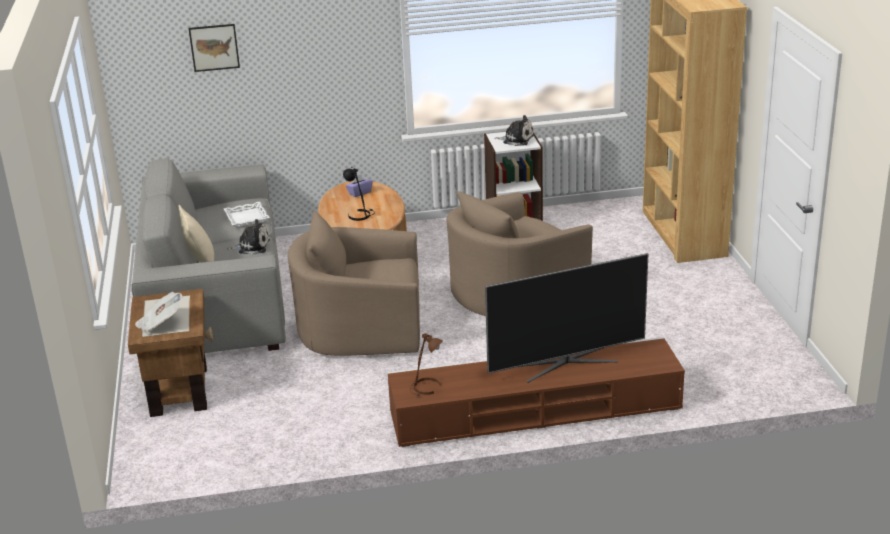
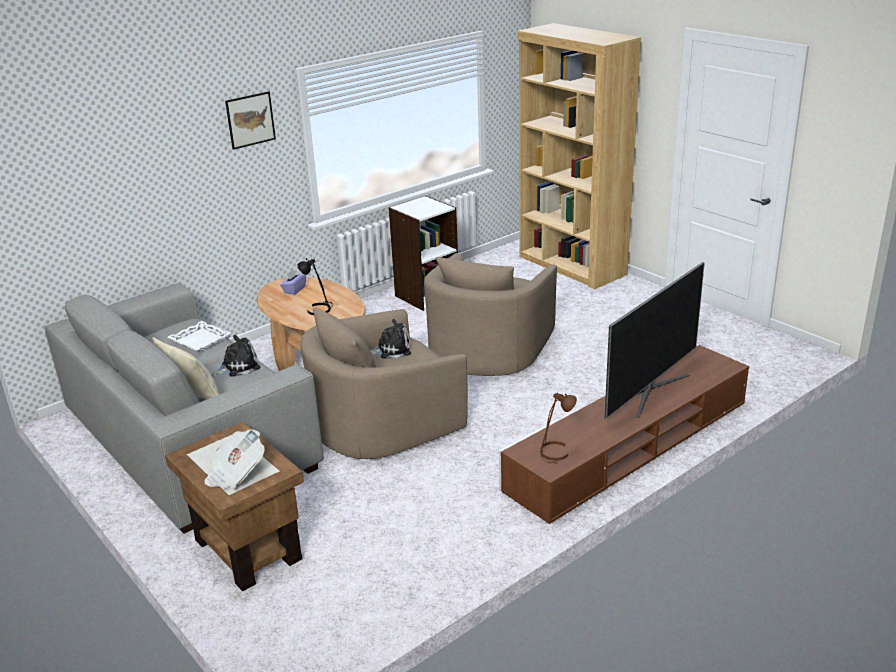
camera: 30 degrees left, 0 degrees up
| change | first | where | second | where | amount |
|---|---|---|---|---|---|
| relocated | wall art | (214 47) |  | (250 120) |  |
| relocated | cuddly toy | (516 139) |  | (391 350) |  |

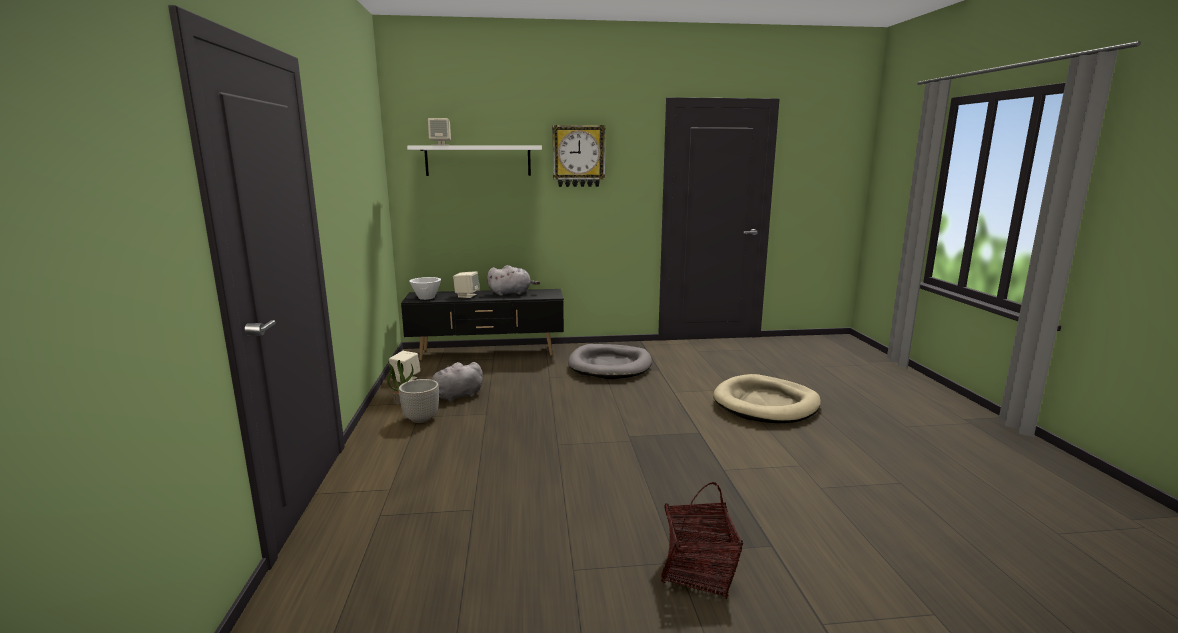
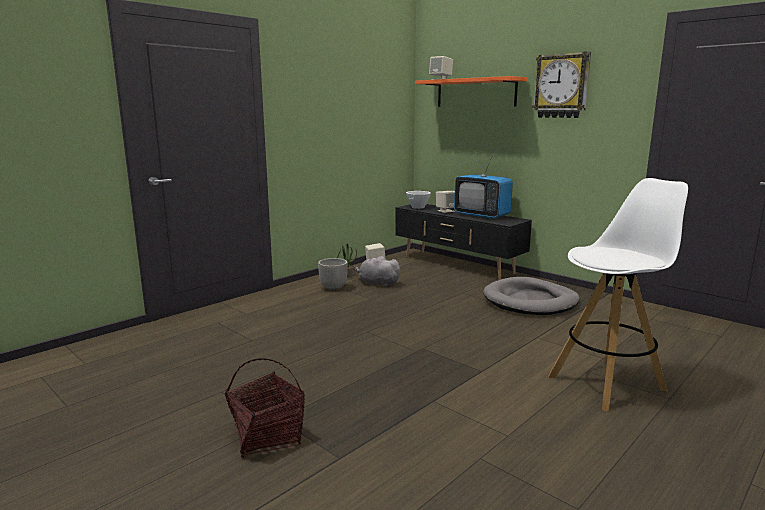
camera: 50 degrees right, 0 degrees up
| change | first | where | second | where | amount |
|---|---|---|---|---|---|
| colour | white-coloured wall shelf | (478 161) | orangey wall shelf | (475 93) |  |
| exchanged | greyish cuddly toy | (511 293) | television | (481 215) |  |
| exchanged | beige-coloured dog bed | (766 404) | white-coloured stool seat | (607 382) |  |

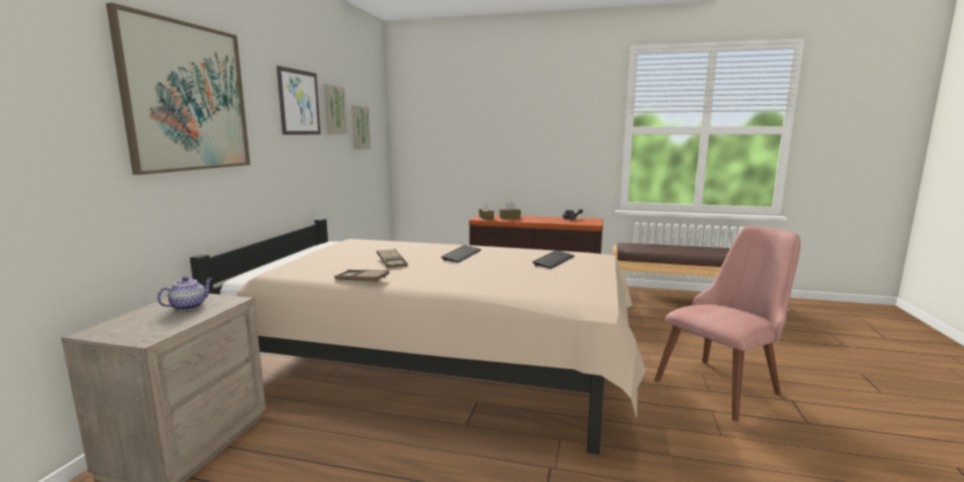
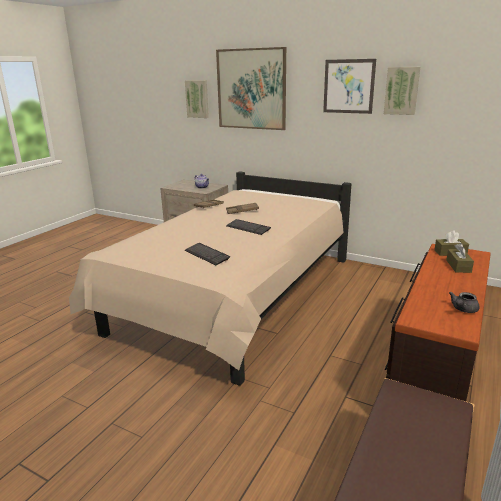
camera: 105 degrees right, 10 degrees up
| change | first | where | second | where | amount |
|---|---|---|---|---|---|
| relocated | wall art | (359 128) |  | (197 99) |  |
| missing | pink chair | (725 383) |  |  |  |

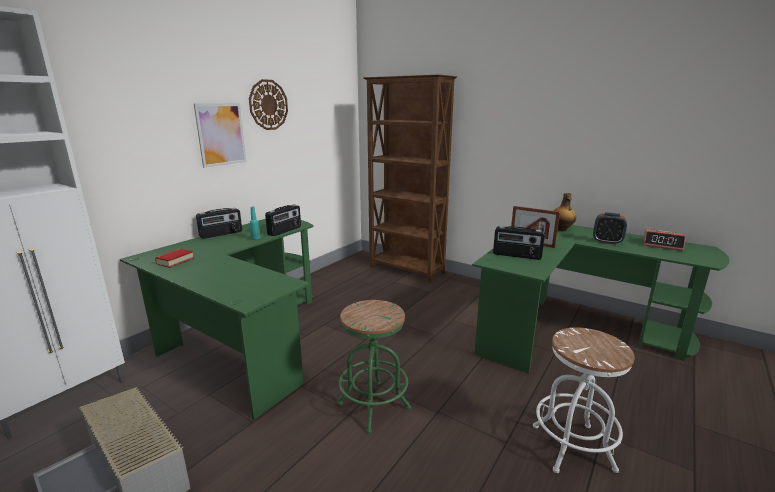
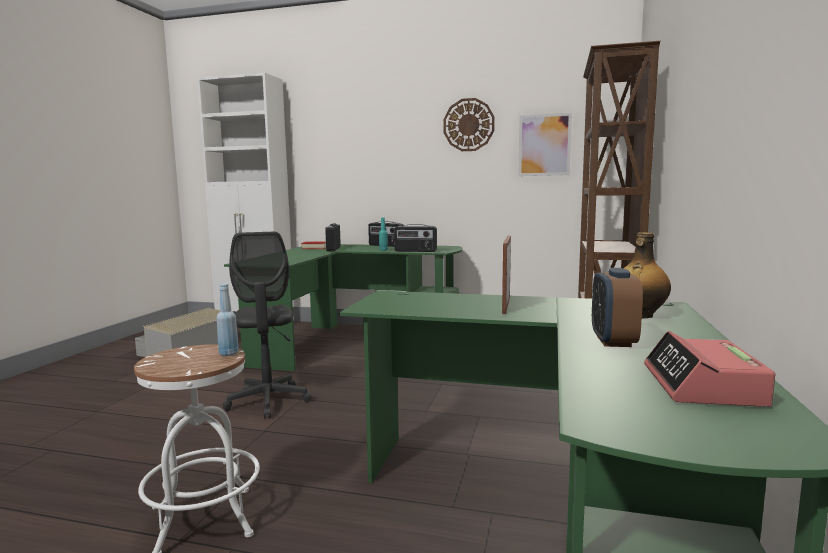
camera: 70 degrees right, 10 degrees down
| change | first | where | second | where | amount |
|---|---|---|---|---|---|
| relocated | wall art | (221 134) |  | (544 145) |  |
| exchanged | green-coloured stool seat | (374 405) | greyish computer chair | (268 401) |  |
| relocated | radio | (517 255) |  | (333 249) |  |
| appeared |  |  | bluish drink bottle | (229 354) |  |

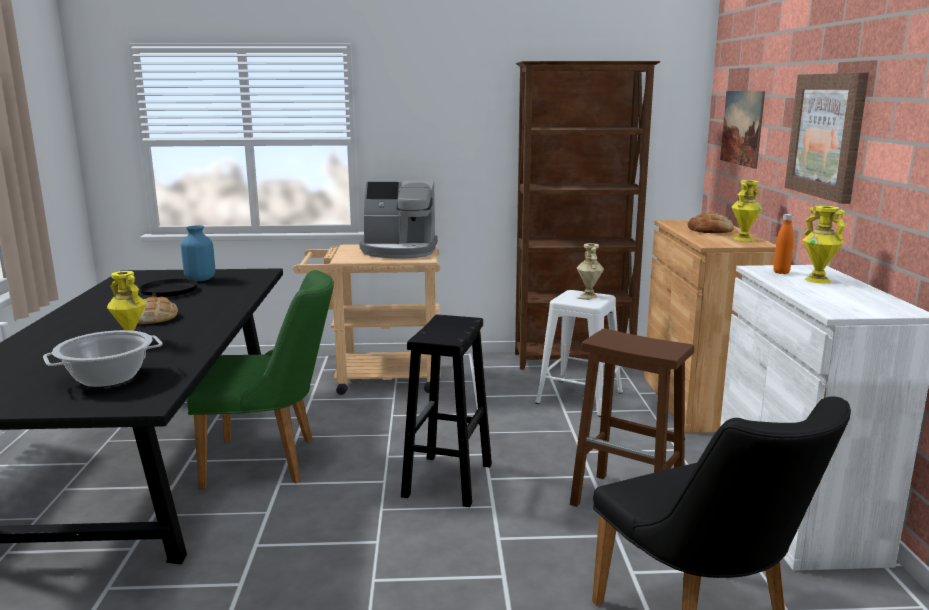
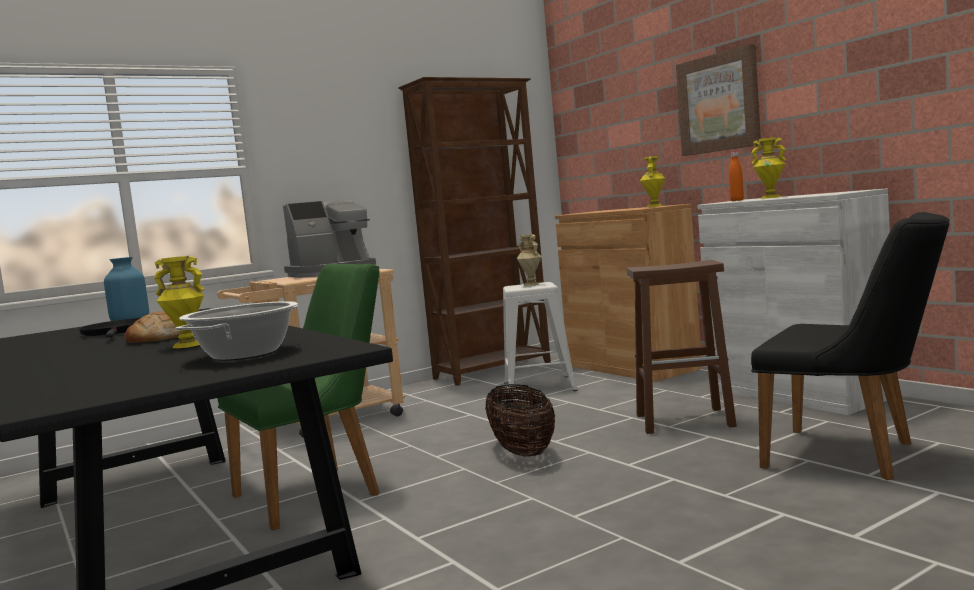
camera: 30 degrees left, 10 degrees down
| change | first | where | second | where | amount |
|---|---|---|---|---|---|
| exchanged | black stool seat | (448 481) | storage basket | (522 452) |  |
| missing | baked bread | (710 230) |  |  |  |
| missing | wall art | (742 127) |  |  |  |

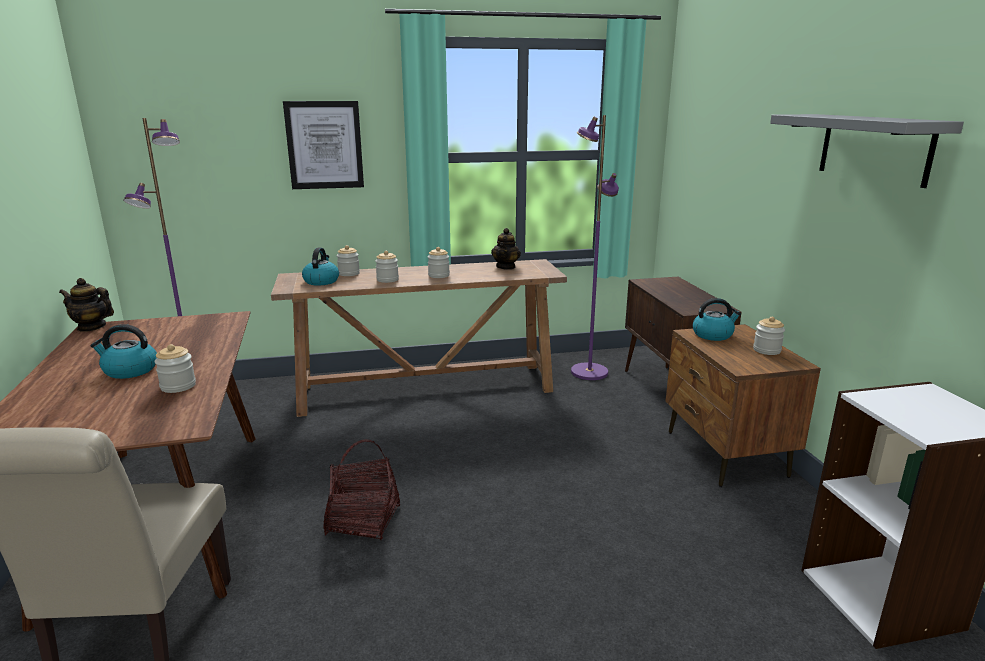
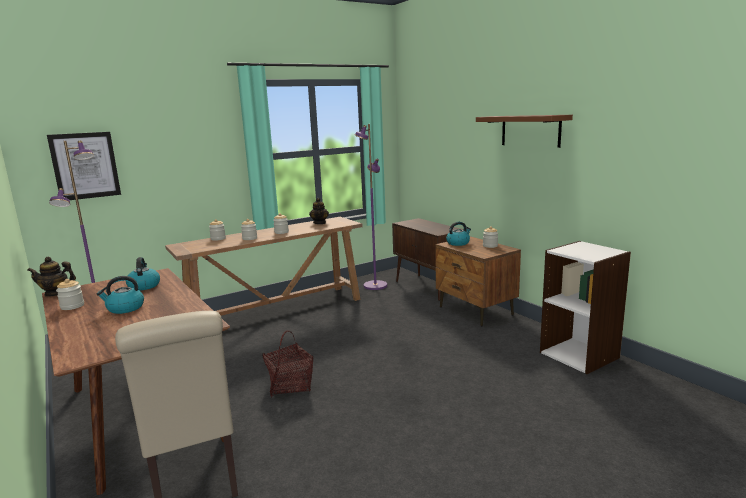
camera: 20 degrees left, 5 degrees down
| change | first | where | second | where | amount |
|---|---|---|---|---|---|
| relocated | preserve jar | (178 386) |  | (72 306) |  |
| relocated | wall art | (324 145) |  | (85 165) |  |
| relocated | water kettle | (321 281) |  | (144 286) |  |
| colour | greyish wall shelf | (874 148) | brown wall shelf | (530 130) |  |

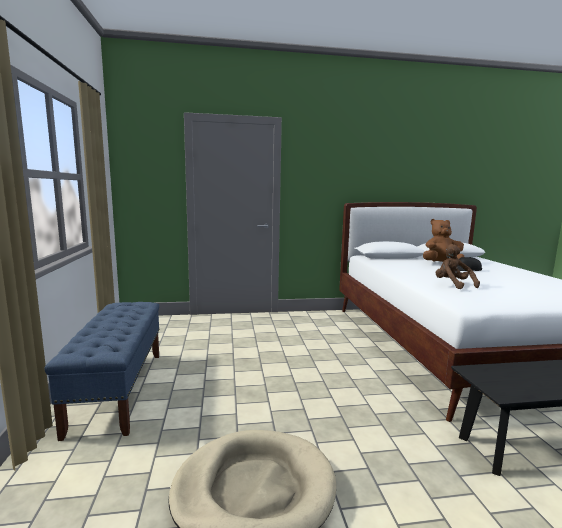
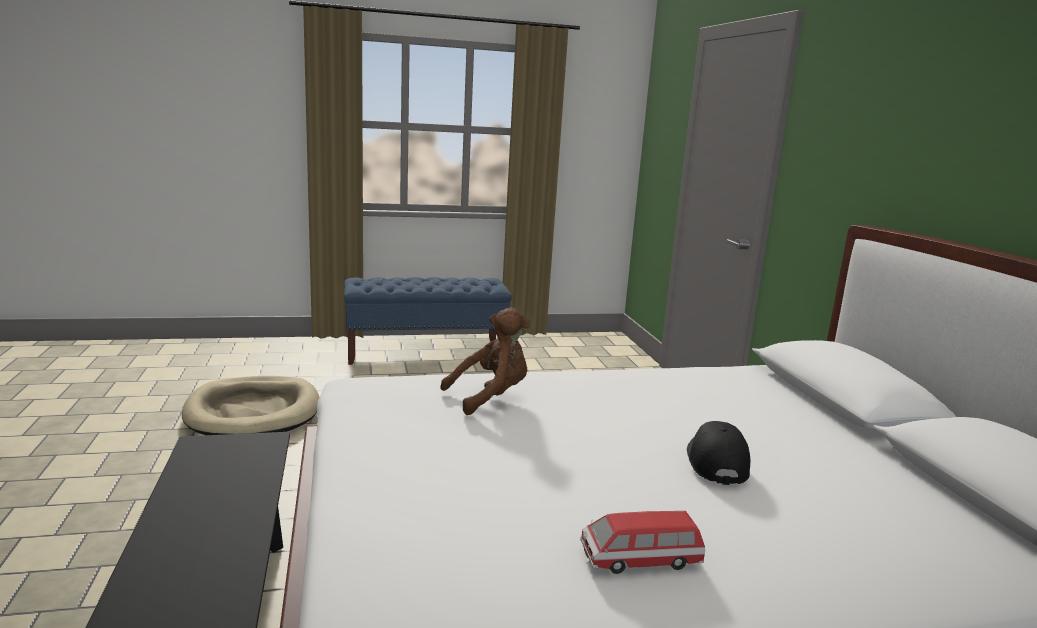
camera: 85 degrees right, 5 degrees up
| change | first | where | second | where | amount |
|---|---|---|---|---|---|
| missing | brown cuddly toy | (441 263) |  |  |  |
| appeared |  |  | miniature car | (640 559) |  |

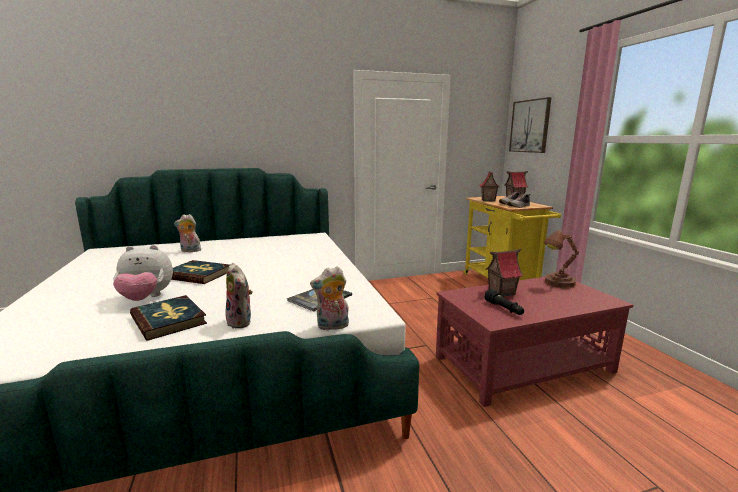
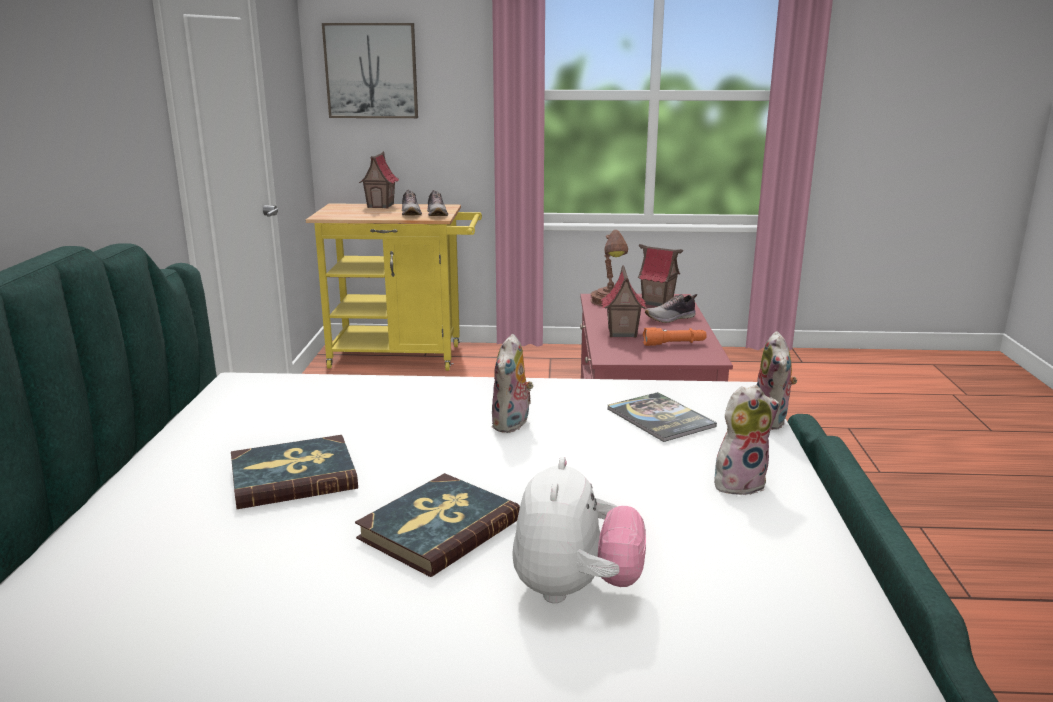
camera: 70 degrees left, 5 degrees up
| change | first | where | second | where | amount |
|---|---|---|---|---|---|
| relocated | volume | (169 320) |  | (293 477) |  |
| relocated | cuddly toy | (189 251) |  | (512 424) |  |
| relocated | toy house | (488 200) |  | (657 303) |  |
| colour | black hand torch | (504 309) | orangey hand torch | (674 344) |  |
| appeared |  |  | shoe | (671 318) |  |

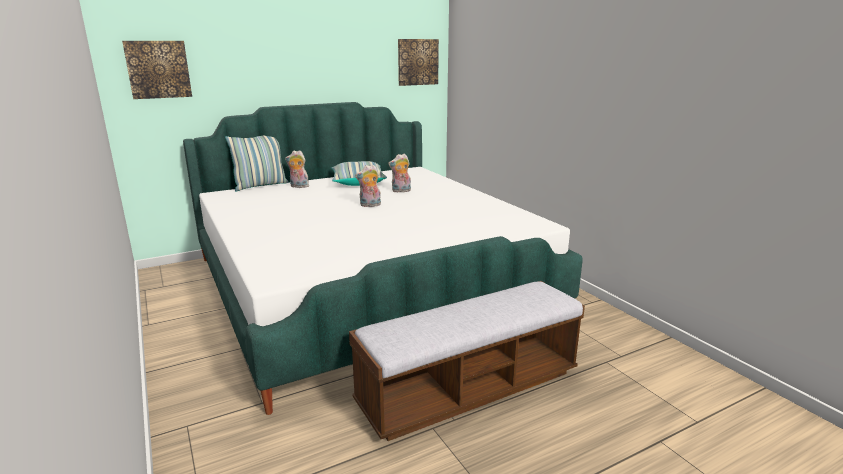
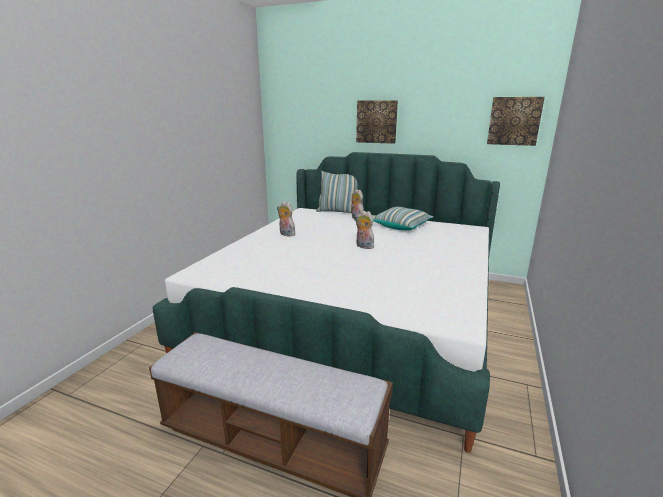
camera: 50 degrees right, 0 degrees up
| change | first | where | second | where | amount |
|---|---|---|---|---|---|
| relocated | wall art | (158 69) |  | (376 121) |  |
| relocated | cuddly toy | (401 191) |  | (286 234) |  |

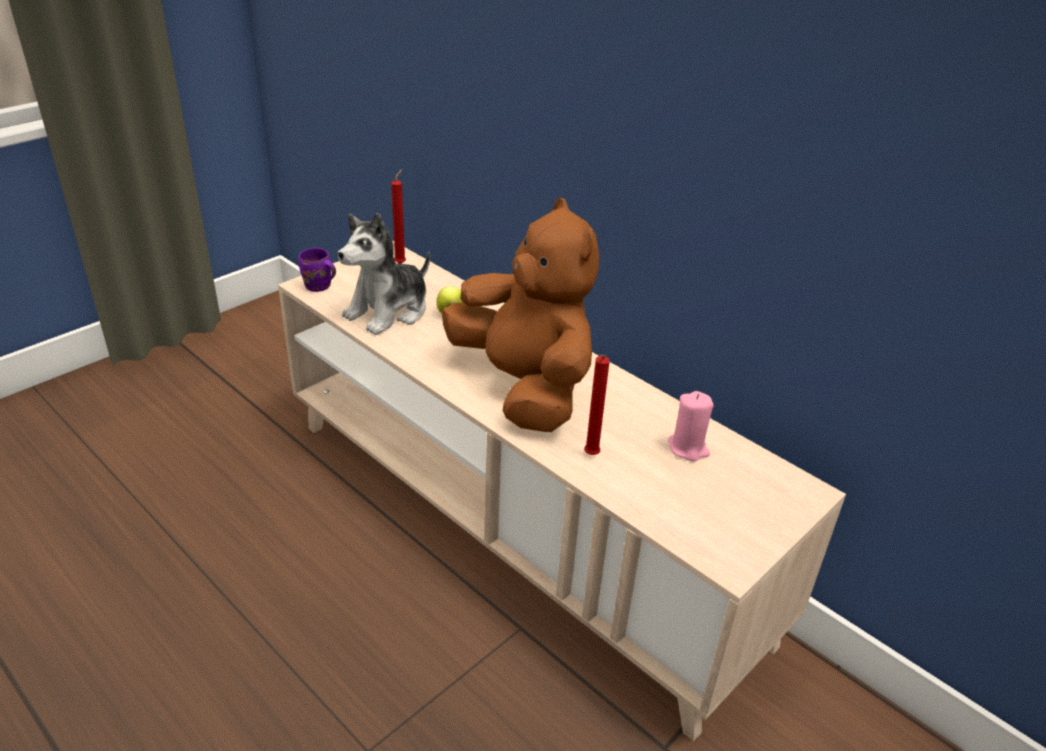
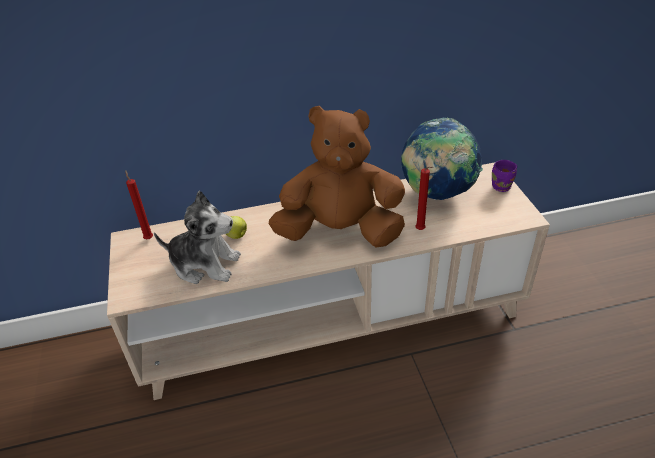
camera: 55 degrees left, 5 degrees up
| change | first | where | second | where | amount |
|---|---|---|---|---|---|
| relocated | purple tea mug | (318 287) |  | (503 187) |  |
| spun | cuddly toy | (389 311) |  | (205 264) | 60 degrees counterclockwise |
| exchanged | pink wax candle | (688 448) | desk globe | (436 194) |  |

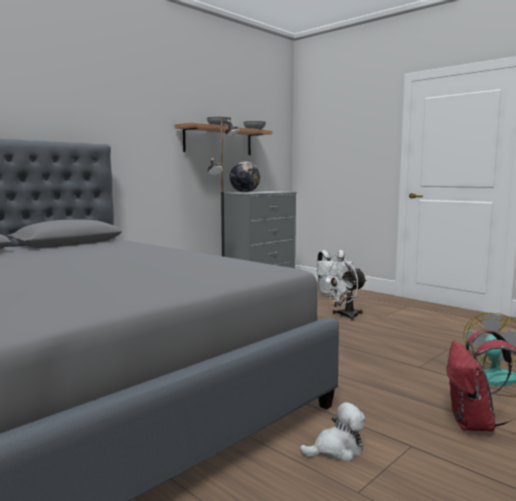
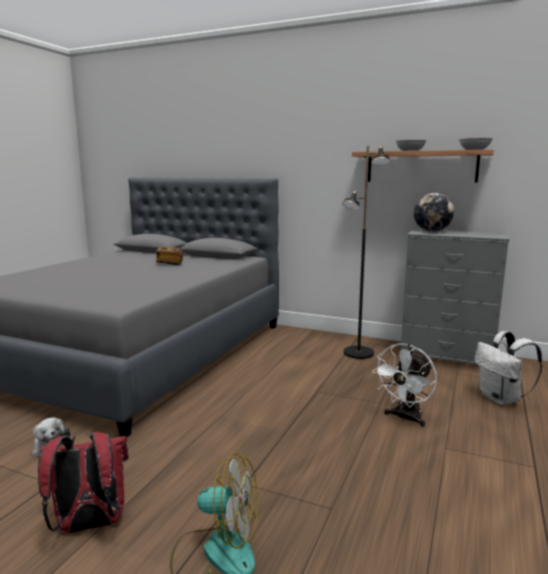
camera: 70 degrees right, 5 degrees up
| change | first | where | second | where | amount |
|---|---|---|---|---|---|
| spun | white-coloured fan | (344 316) |  | (405 418) | 90 degrees counterclockwise |
| appeared |  |  | volume | (170 263) |  |

